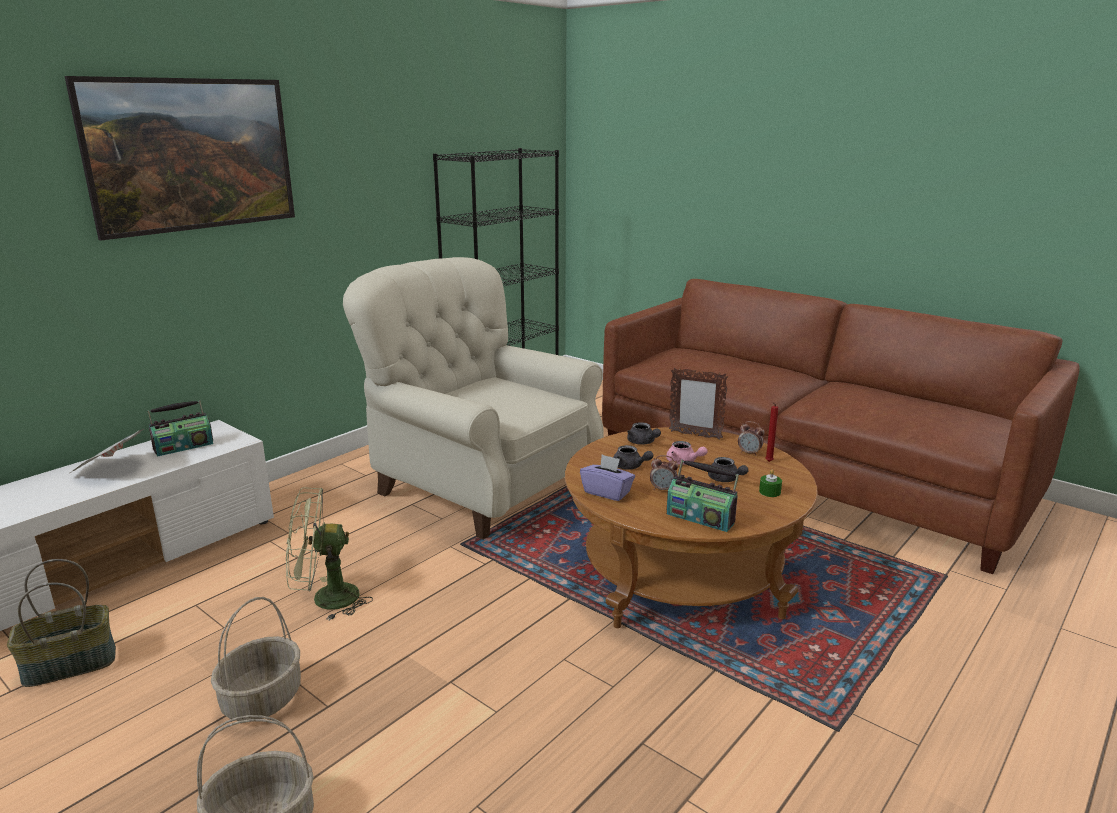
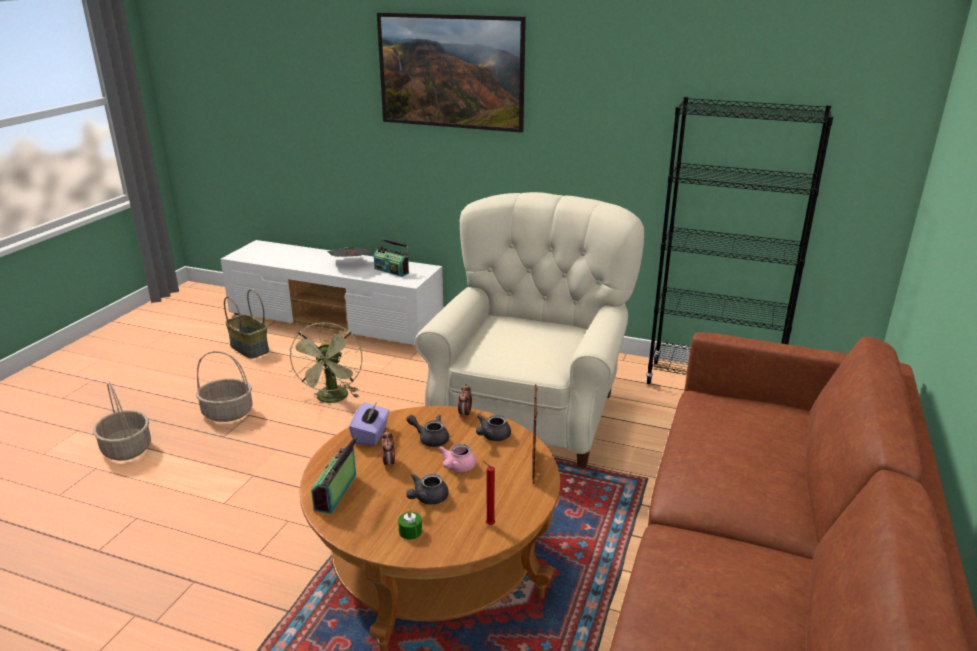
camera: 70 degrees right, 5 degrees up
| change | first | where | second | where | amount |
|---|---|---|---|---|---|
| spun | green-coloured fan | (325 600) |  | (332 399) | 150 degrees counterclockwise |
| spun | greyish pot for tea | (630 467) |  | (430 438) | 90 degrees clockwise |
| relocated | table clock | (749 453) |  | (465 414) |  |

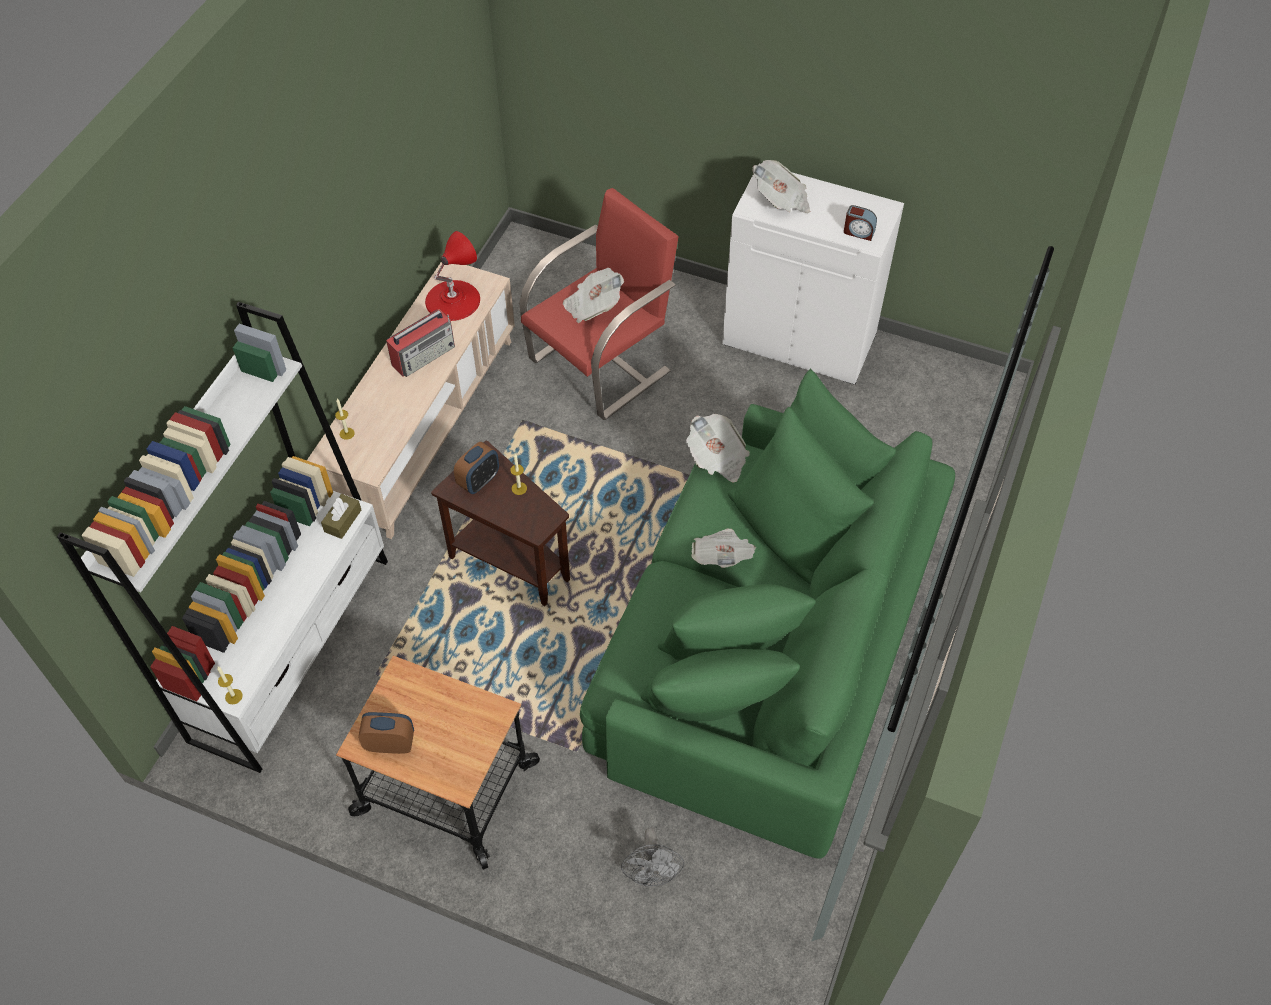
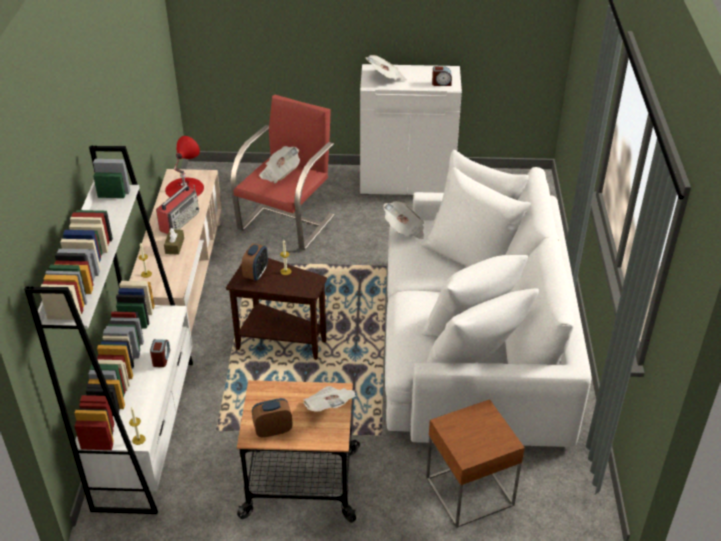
camera: 20 degrees left, 15 degrees down
| change | first | where | second | where | amount |
|---|---|---|---|---|---|
| relocated | brown tissue holder | (343 521) |  | (174 246) |  |
| colour | green-coloured couch | (764 651) | white-coloured couch | (474 346) |  |
| exchanged | greyish fan | (652 875) | brown accent table | (469 491) |  |
| relocated | newspaper | (721 557) |  | (329 407) |  |
| appeared |  |  | table clock | (161 358) |  |

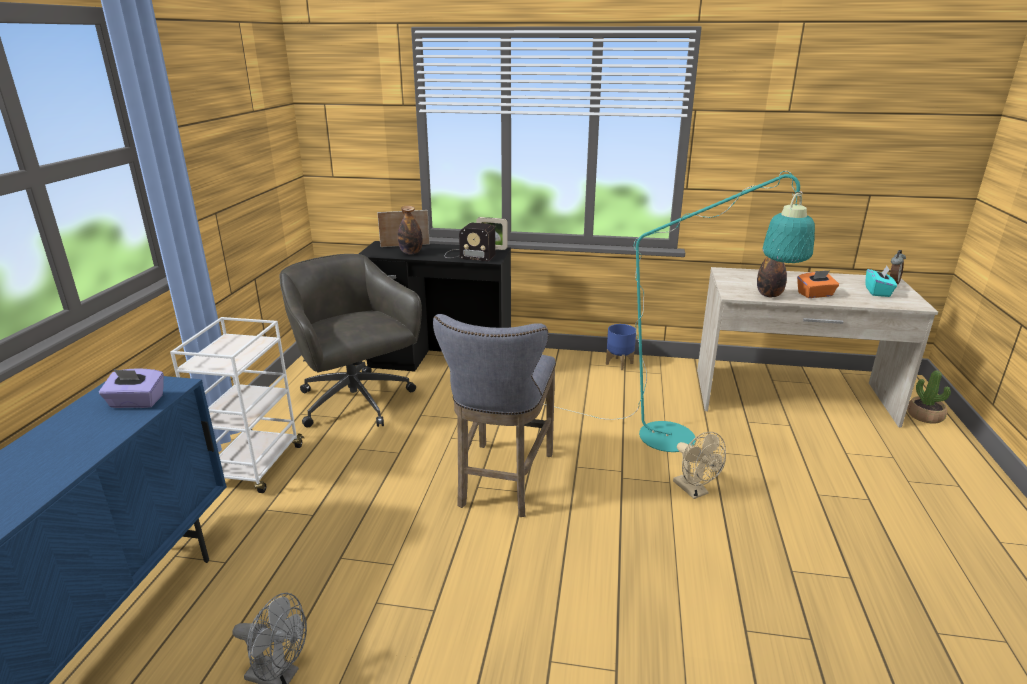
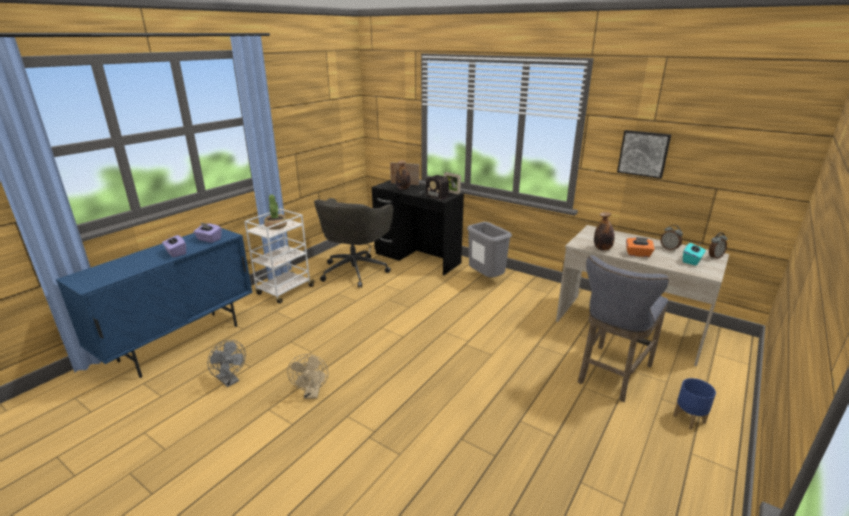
camera: 25 degrees right, 0 degrees up
| change | first | where | second | where | amount |
|---|---|---|---|---|---|
| spun | greyish computer chair | (356 402) |  | (355 270) | 150 degrees counterclockwise |
| relocated | greyish stool seat | (502 482) |  | (611 375) |  |
| missing | turquoise-coloured standard lamp | (682 440) |  |  |  |
| relocated | bluish plant pot | (619 363) |  | (689 419) |  |
| relocated | beige-coloured fan | (694 491) |  | (312 394) |  |
| relocated | plant in a pot | (925 416) |  | (276 226) |  |
| appeared |  |  | purple tissue holder | (176 253) |  |
| appeared |  |  | greyish trash can | (485 279) |  |
| appeared |  |  | wall art | (643 153) |  |
| appeared |  |  | table clock | (669 248) |  |

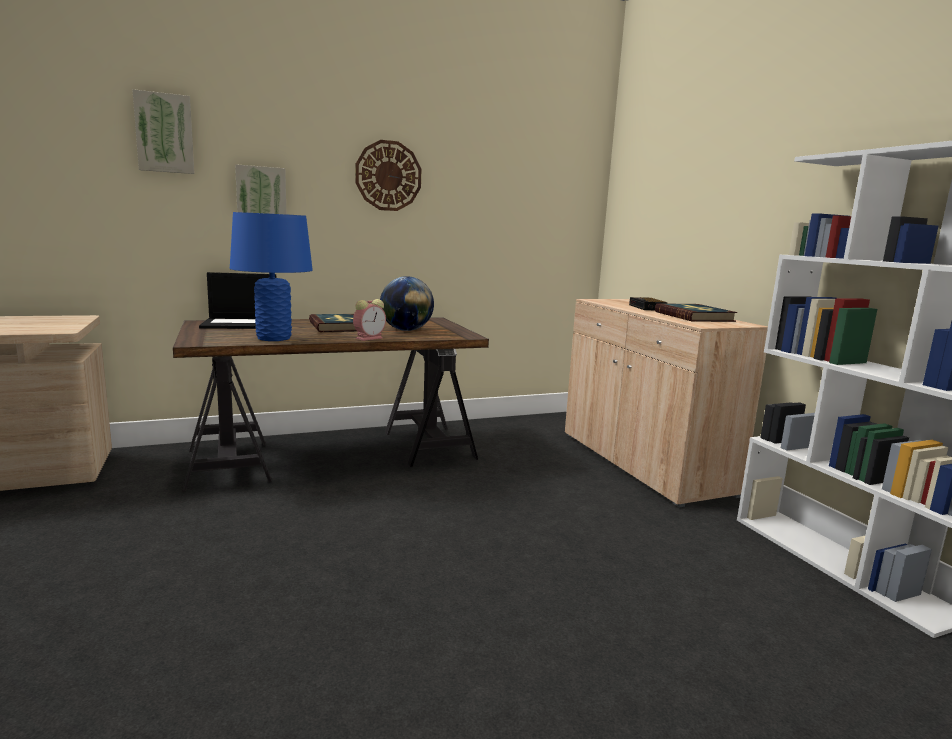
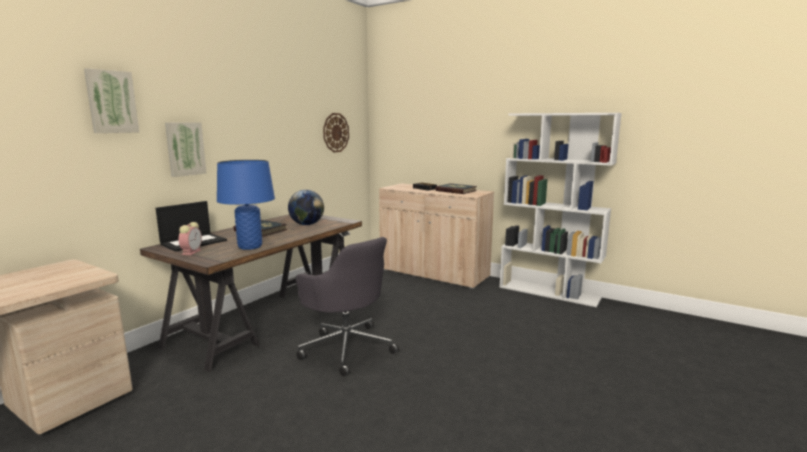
camera: 35 degrees left, 0 degrees up
| change | first | where | second | where | amount |
|---|---|---|---|---|---|
| relocated | table clock | (370 338) |  | (191 252) |  |
| relocated | hanging clock | (388 176) |  | (335 132) |  |
| appeared |  |  | greyish computer chair | (346 347) |  |

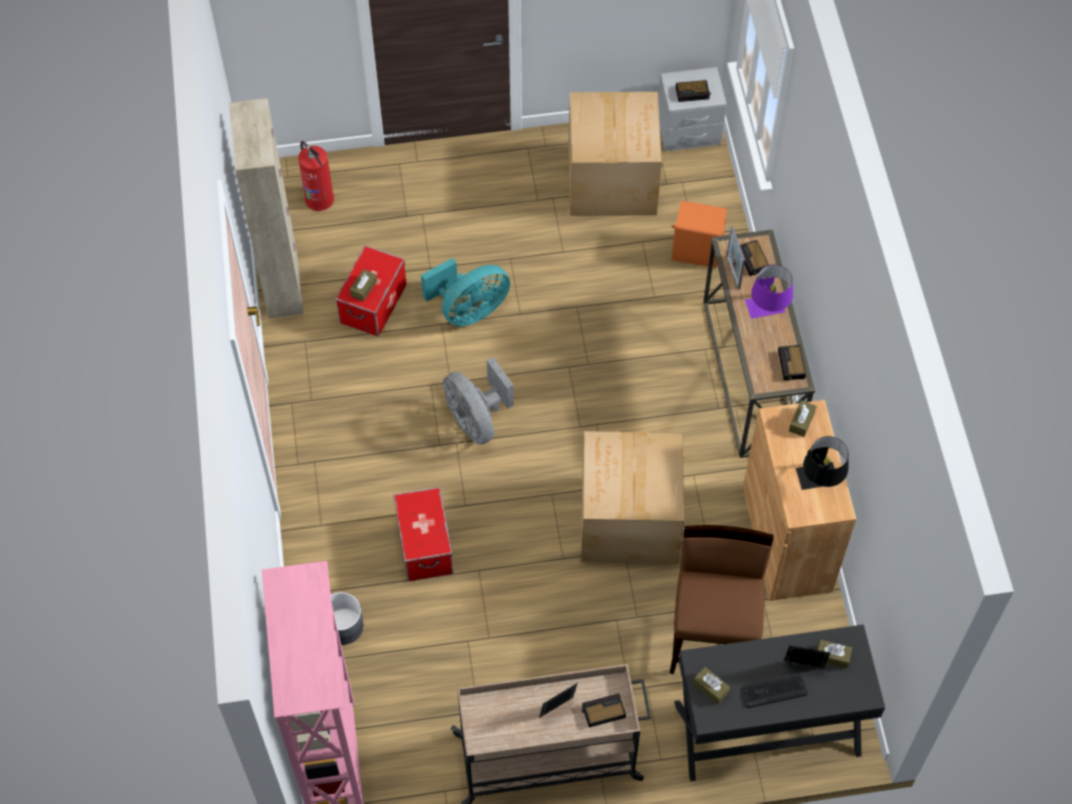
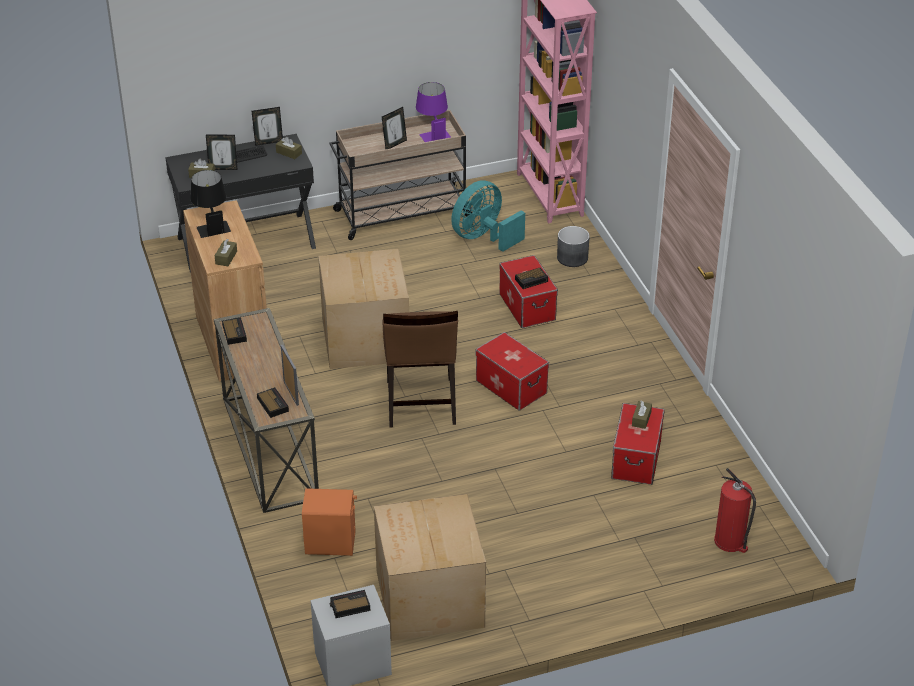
camera: 170 degrees right, 20 degrees down
| change | first | where | second | where | amount |
|---|---|---|---|---|---|
| missing | beige-coloured cabinet | (283 284) |  |  |  |
| relocated | turquoise-coloured fan | (469 310) |  | (484 237) |  |
| exchanged | greyish fan | (476 420) | storage container | (510 387) |  |
| relocated | table clock | (602 712) |  | (532 280) |  |
| relocated | brown chair | (712 638) |  | (420 403) |  |
| relocated | purple lamp for a table | (767 312) |  | (432 132) |  |
| appeared |  |  | picture frame | (268 142) |  |

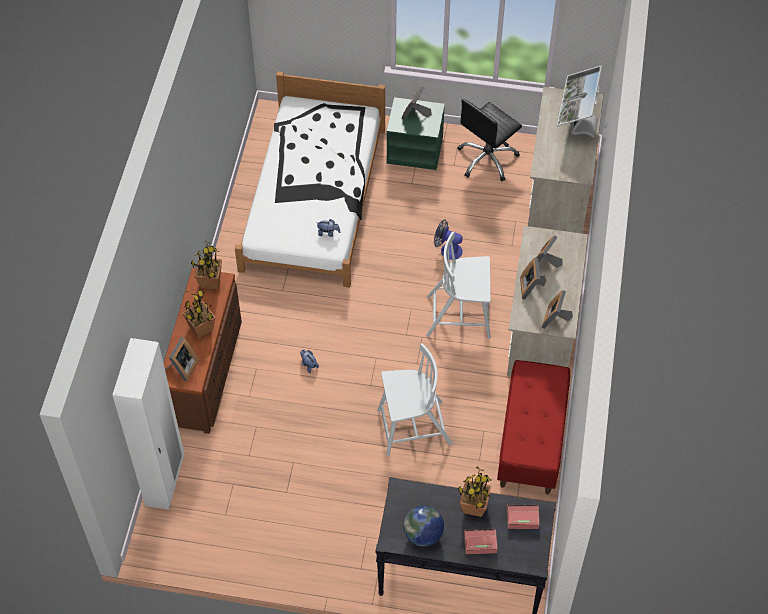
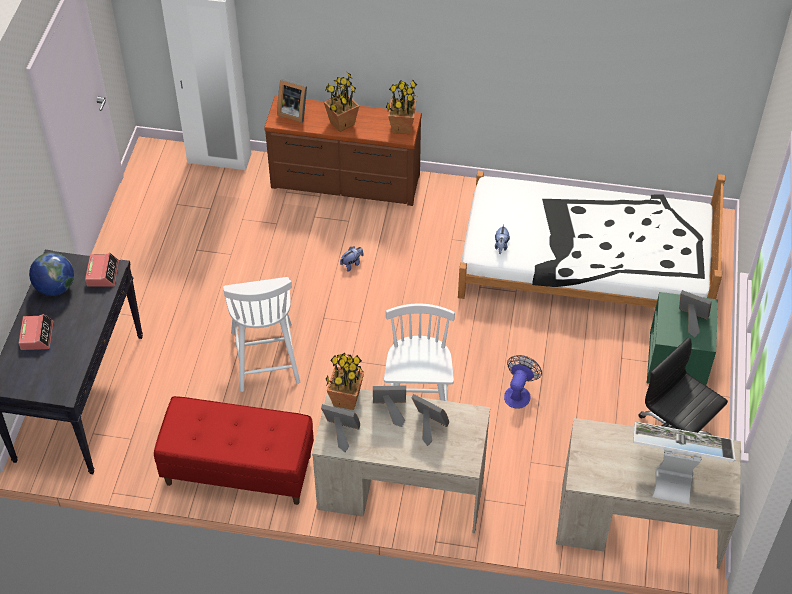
camera: 90 degrees right, 5 degrees down
| change | first | where | second | where | amount |
|---|---|---|---|---|---|
| relocated | plant in a pot | (474 507) |  | (346 399) |  |
| relocated | table clock | (522 517) |  | (102 273) |  |

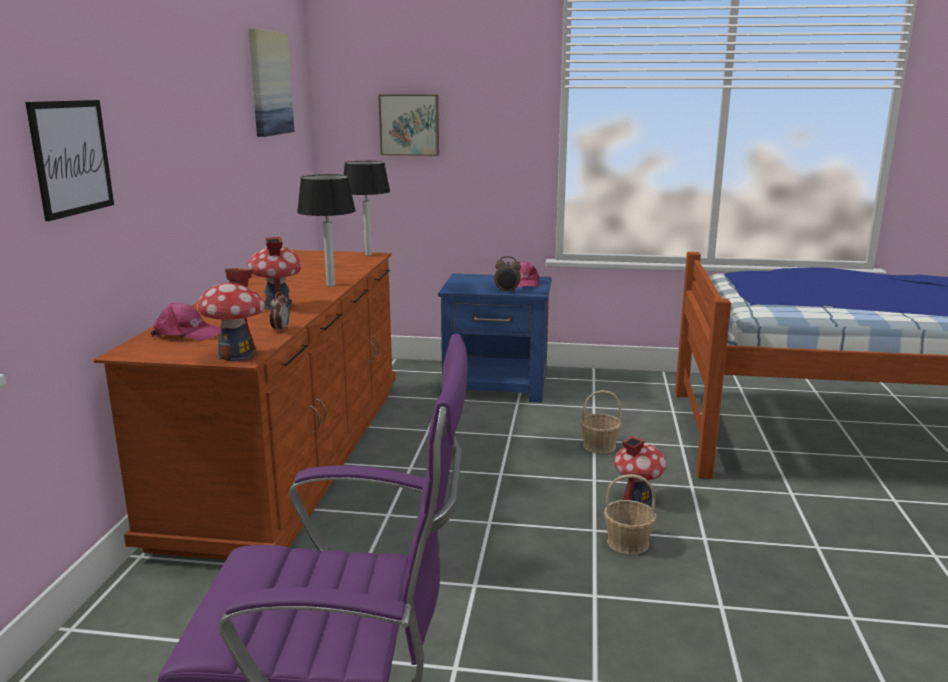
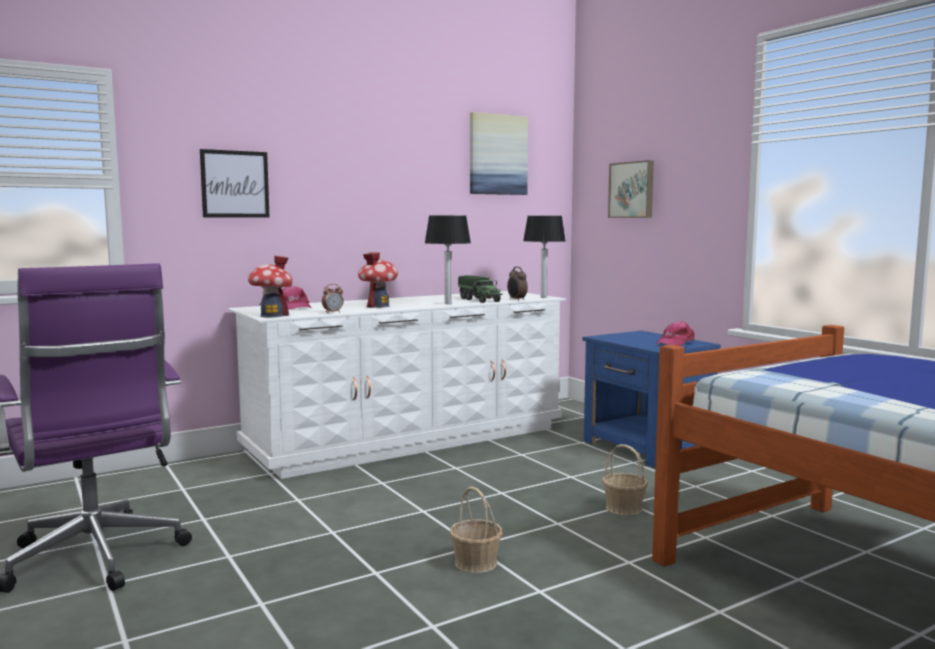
camera: 50 degrees right, 10 degrees down
| change | first | where | second | where | amount |
|---|---|---|---|---|---|
| colour | brown dresser | (292 457) | white-coloured dresser | (408 439) |  |
| relocated | table clock | (507 292) |  | (516 300) |  |
| missing | toy house | (637 499) |  |  |  |
| appeared |  |  | toy truck | (480 300) |  |

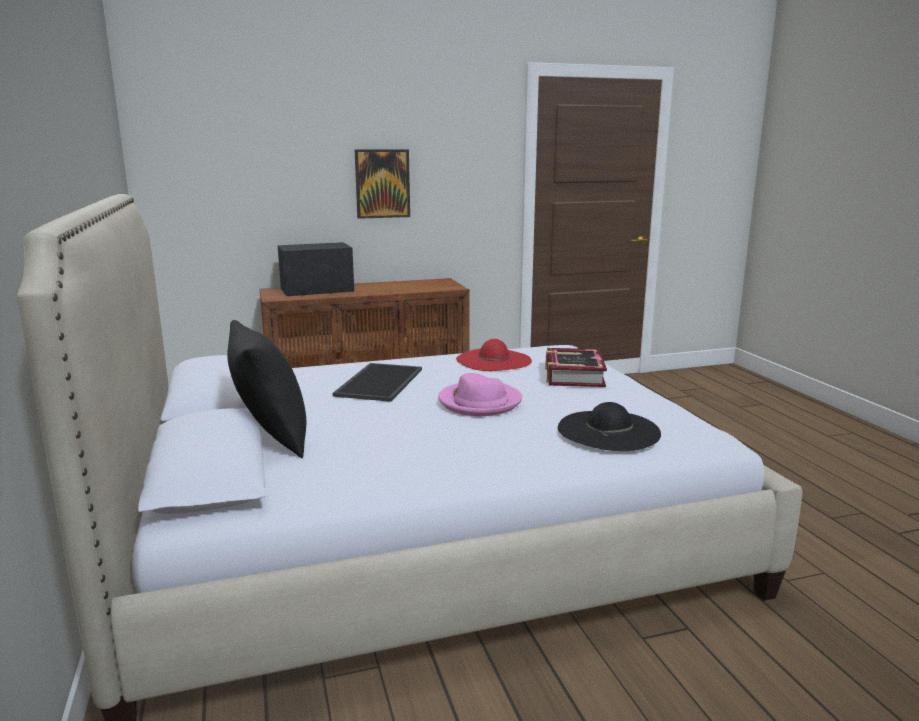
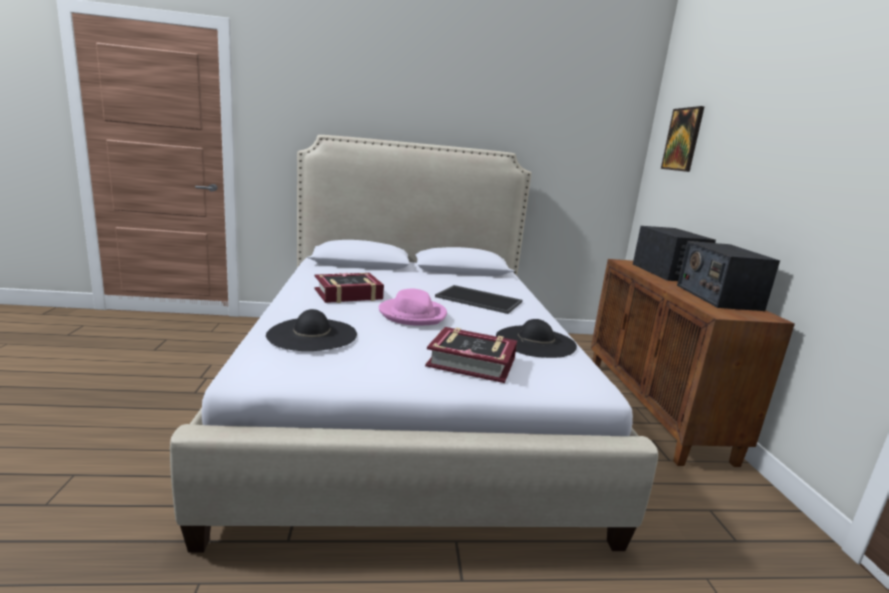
camera: 100 degrees right, 0 degrees up
| change | first | where | second | where | amount |
|---|---|---|---|---|---|
| missing | black cushion | (271 439) |  |  |  |
| relocated | wall art | (382 183) |  | (683 139) |  |
| colour | red-coloured hat | (493 360) | black hat | (535 341) |  |
| appeared |  |  | volume | (348 294) |  |
| appeared |  |  | radio | (717 297) |  |

